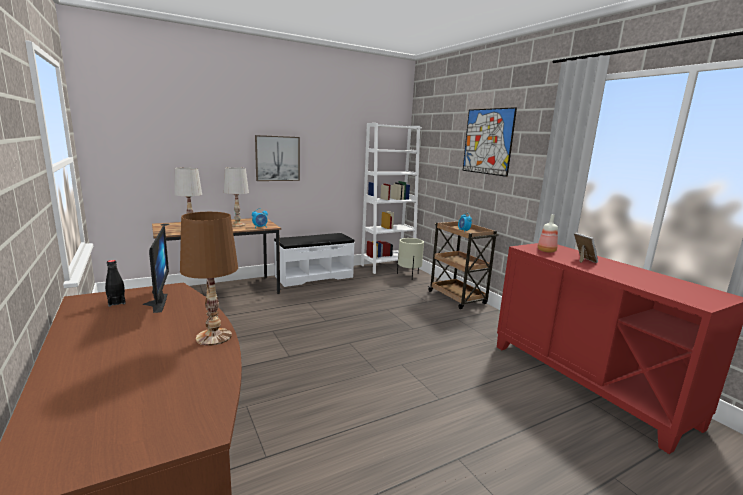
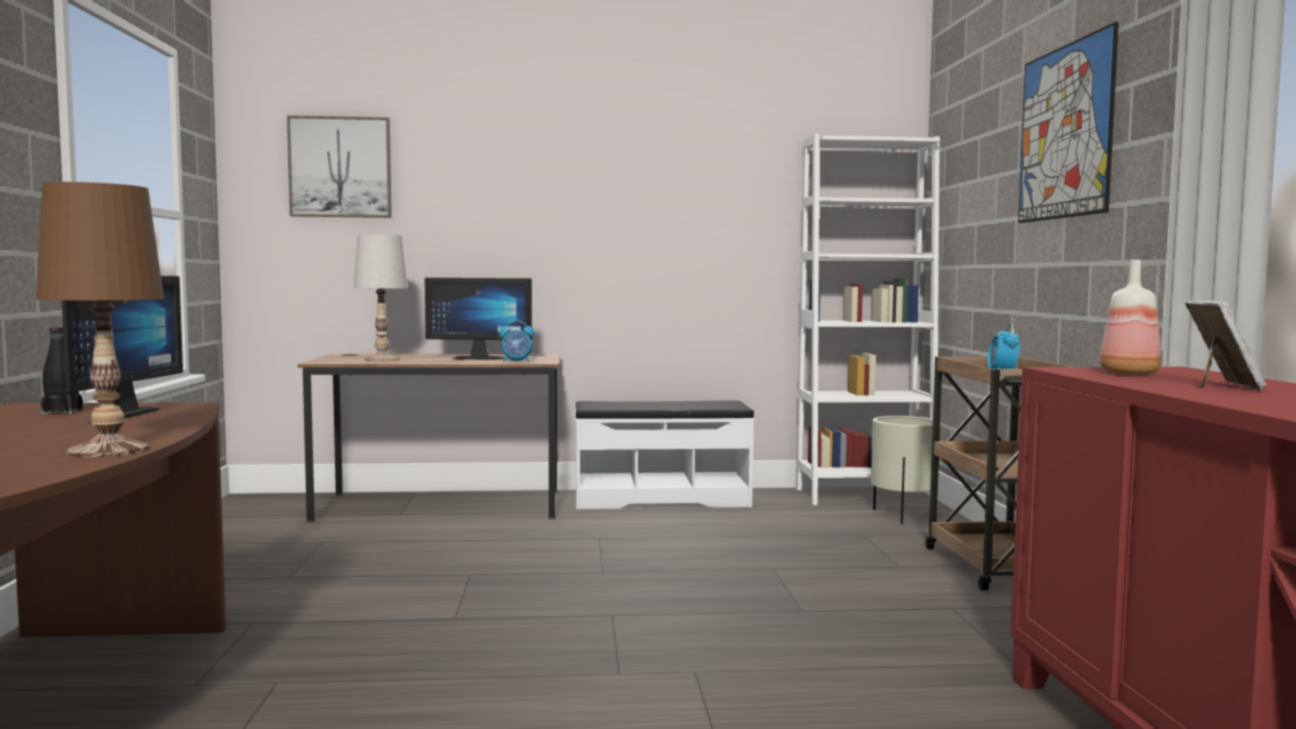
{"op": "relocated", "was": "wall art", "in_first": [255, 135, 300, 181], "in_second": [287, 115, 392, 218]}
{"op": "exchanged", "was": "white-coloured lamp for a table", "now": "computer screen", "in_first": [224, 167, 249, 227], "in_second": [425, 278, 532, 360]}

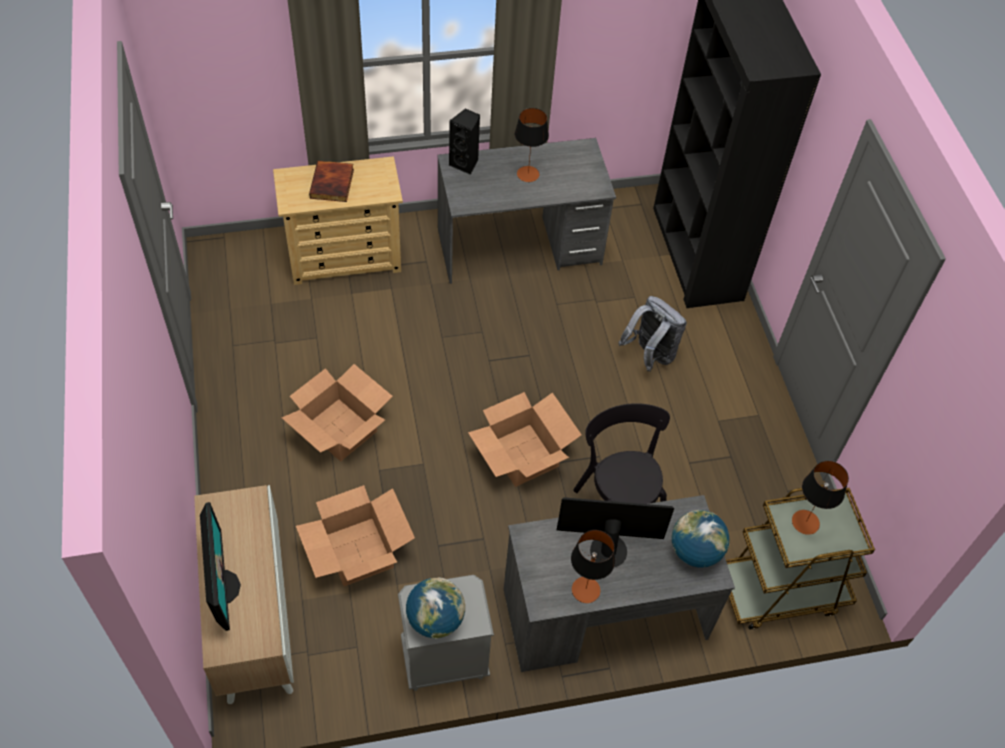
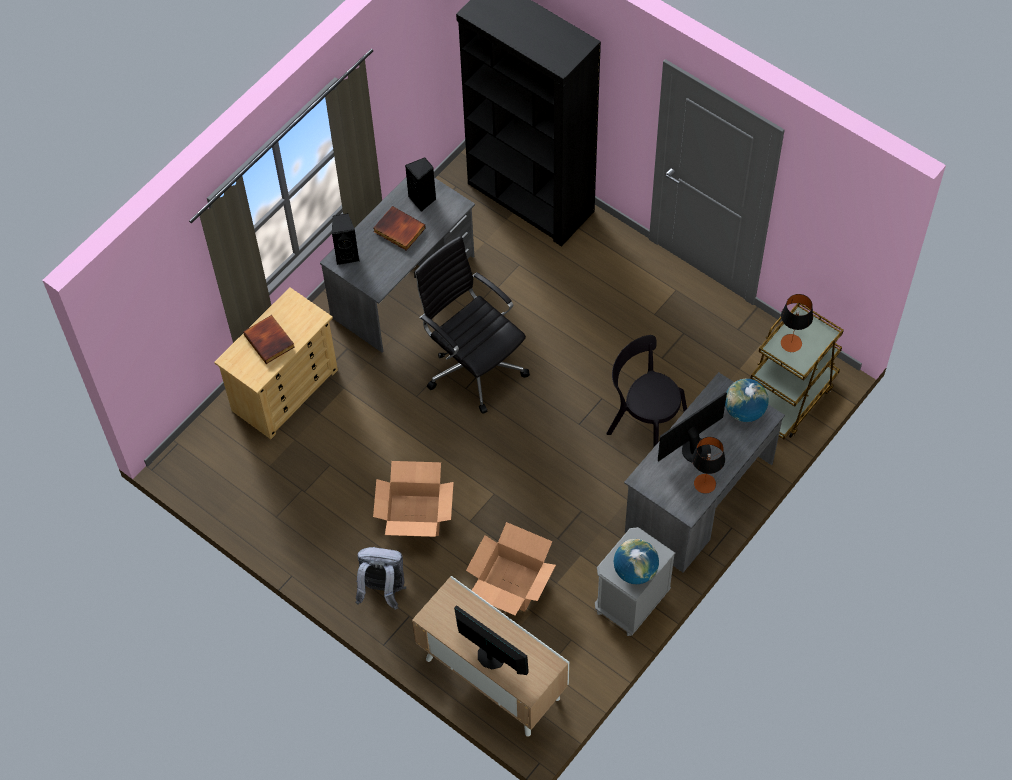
{"op": "exchanged", "was": "lamp for a table", "now": "volume", "in_first": [515, 108, 549, 182], "in_second": [374, 206, 426, 251]}
{"op": "relocated", "was": "greyish rucksack", "in_first": [618, 296, 687, 372], "in_second": [355, 547, 406, 610]}
{"op": "missing", "was": "cardboard box", "in_first": [468, 392, 582, 487]}
{"op": "appeared", "now": "black-coloured audio speaker", "in_second": [405, 158, 436, 212]}
{"op": "appeared", "now": "black-coloured computer chair", "in_second": [414, 236, 530, 414]}

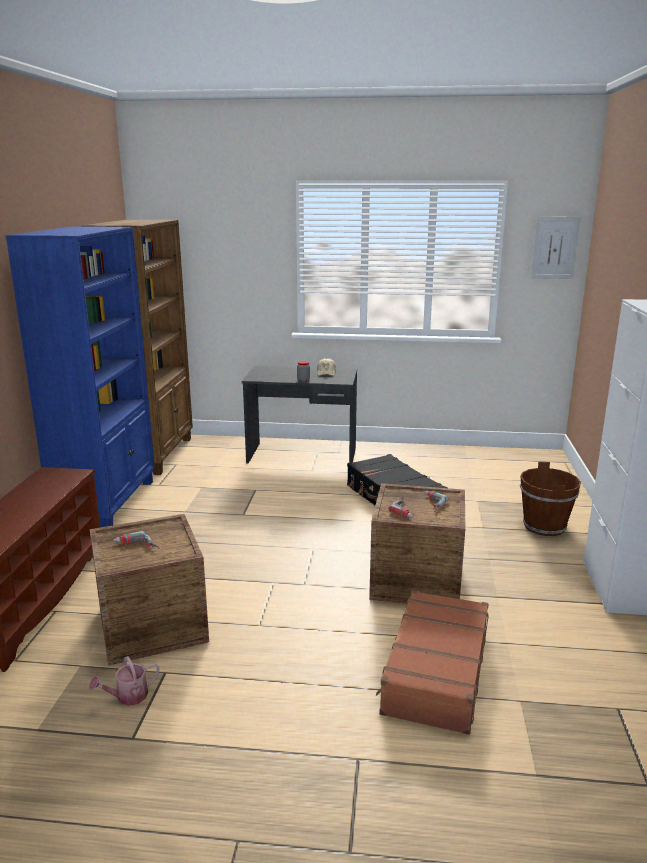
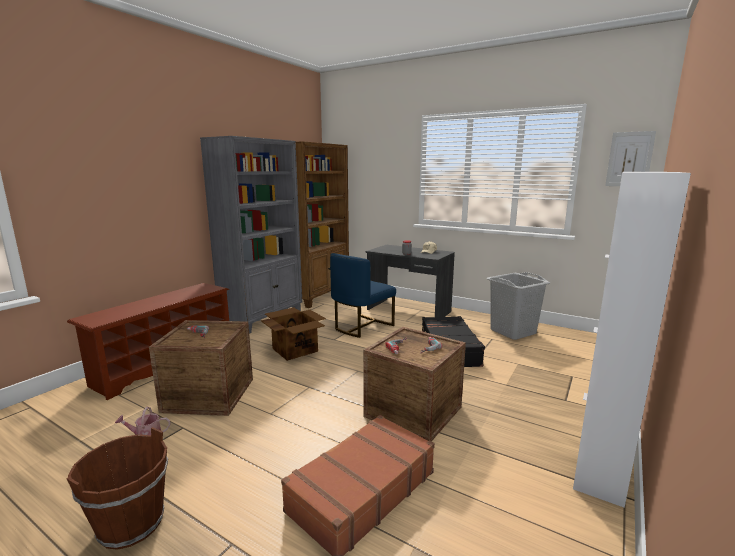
{"op": "colour", "was": "bluish shelving unit", "now": "greyish shelving unit", "in_first": [5, 226, 155, 527], "in_second": [200, 136, 302, 334]}
{"op": "relocated", "was": "brown-coloured pail", "in_first": [520, 462, 581, 536], "in_second": [67, 427, 168, 550]}
{"op": "appeared", "now": "bluish upright chair", "in_second": [330, 253, 396, 338]}
{"op": "appeared", "now": "greyish washing basket", "in_second": [487, 272, 550, 340]}
{"op": "appeared", "now": "cardboard box", "in_second": [261, 308, 326, 361]}

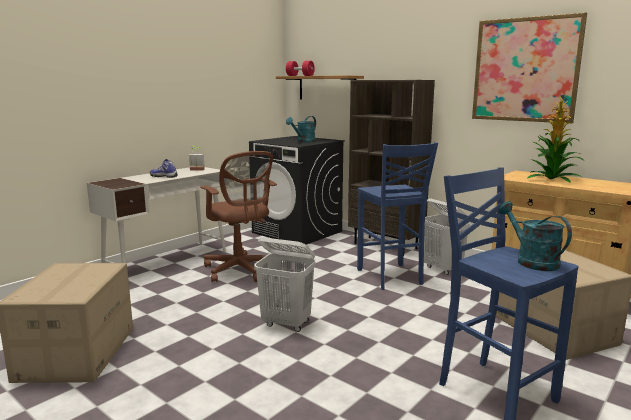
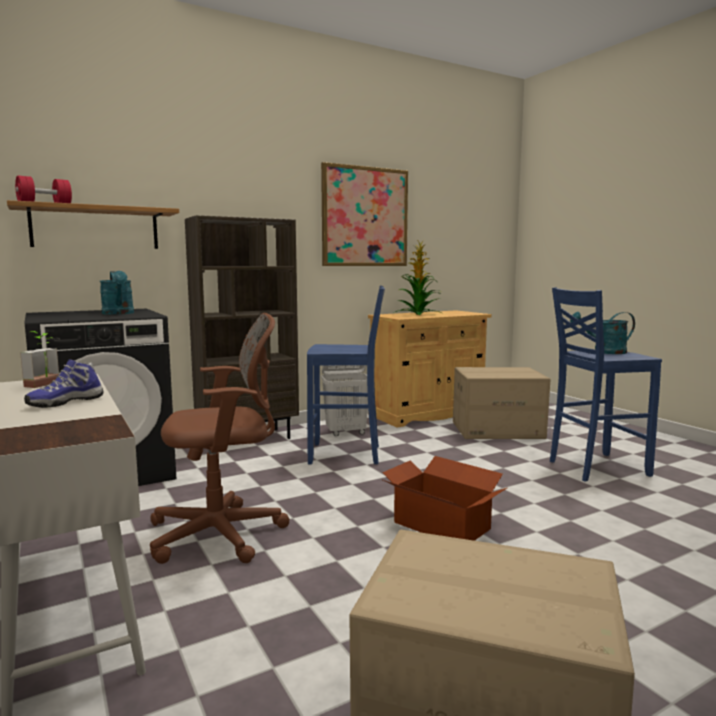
{"op": "exchanged", "was": "white-coloured washing basket", "now": "cardboard box", "in_first": [254, 237, 316, 332], "in_second": [382, 456, 507, 541]}

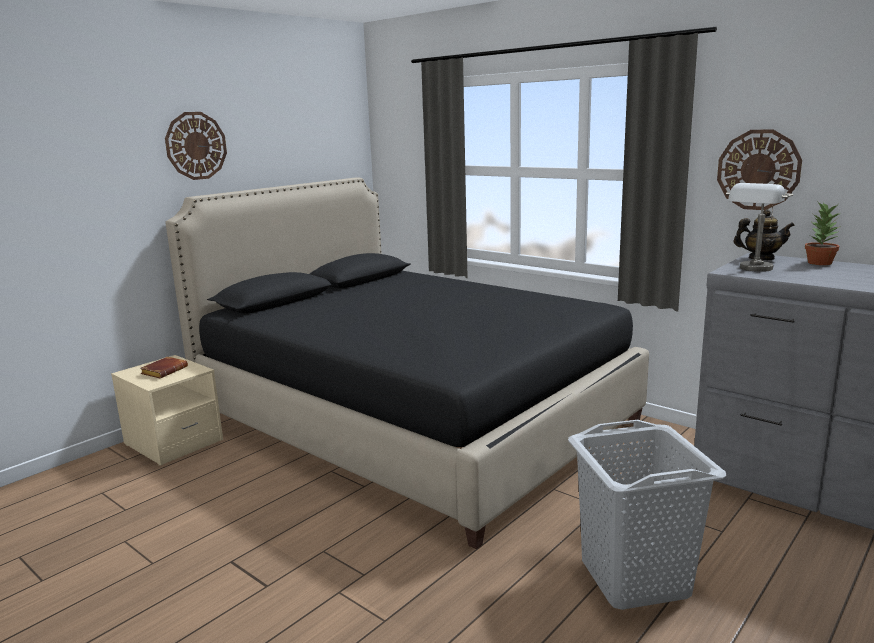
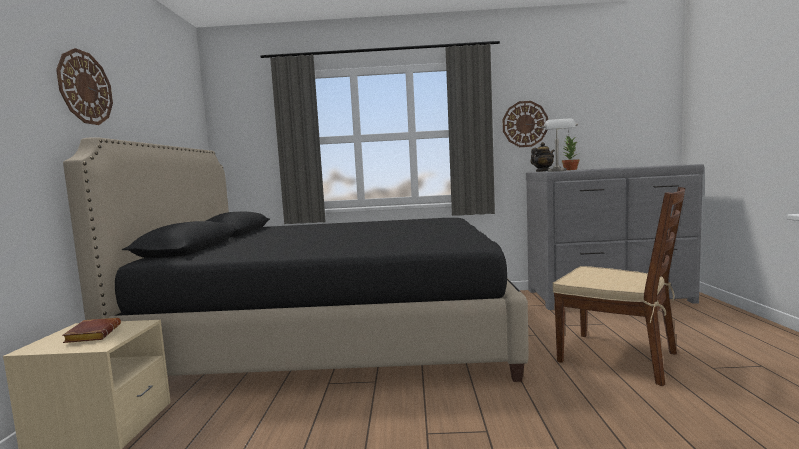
{"op": "exchanged", "was": "greyish washing basket", "now": "brown-coloured upright chair", "in_first": [568, 420, 727, 610], "in_second": [553, 187, 685, 386]}

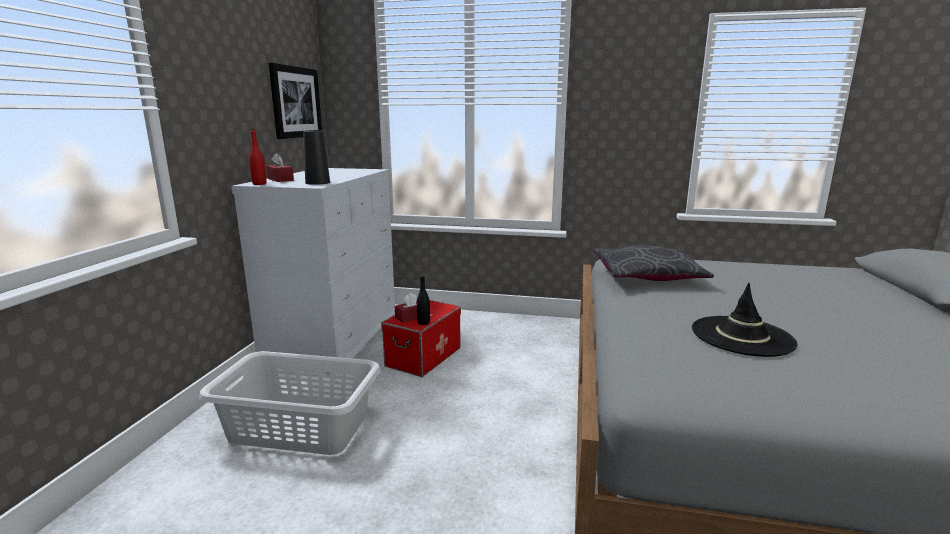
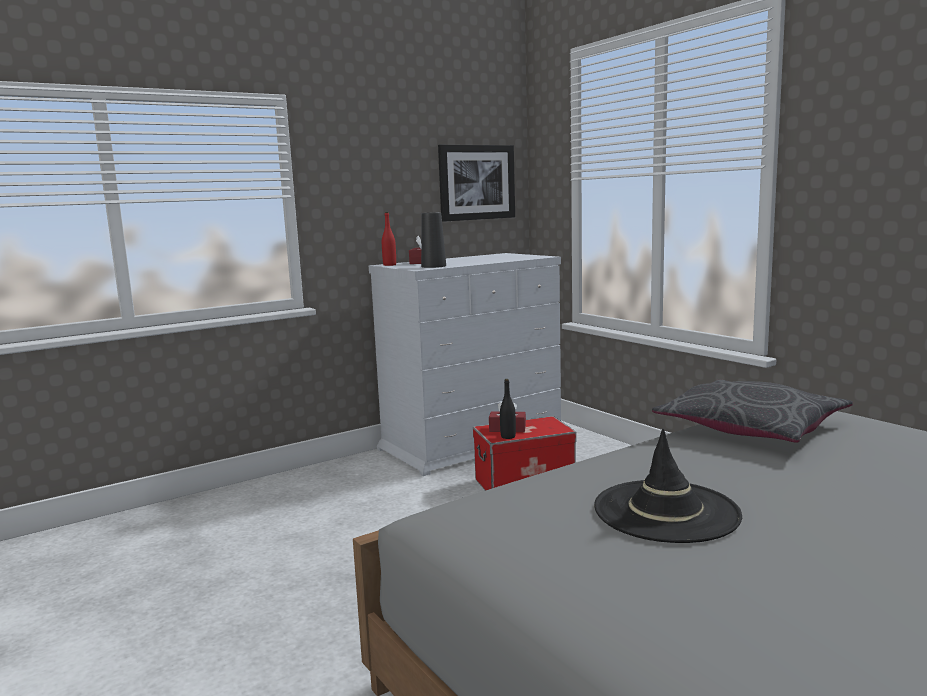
{"op": "missing", "was": "greyish washing basket", "in_first": [199, 351, 381, 455]}

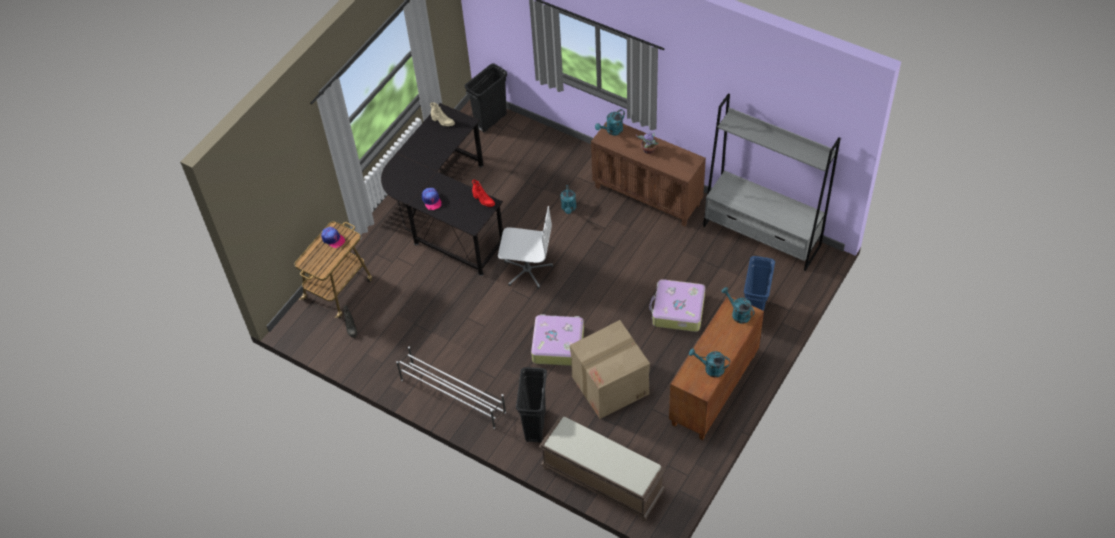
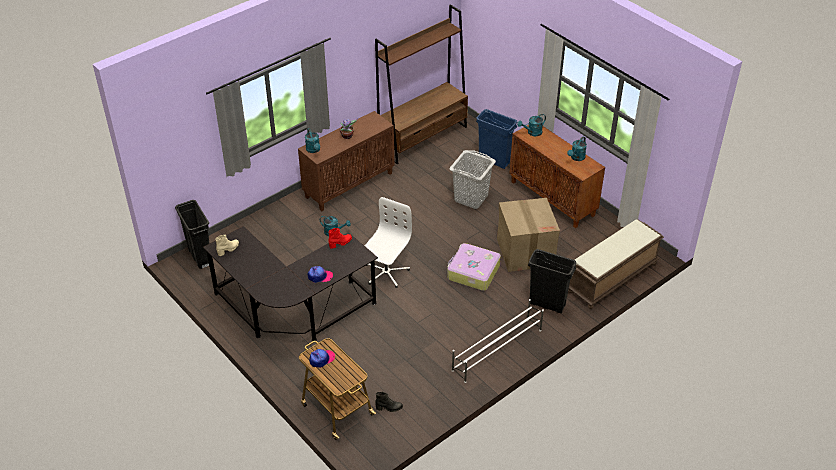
{"op": "colour", "was": "greyish shelving unit", "now": "brown-coloured shelving unit", "in_first": [703, 93, 841, 271], "in_second": [375, 4, 468, 164]}
{"op": "exchanged", "was": "suitcase", "now": "greyish washing basket", "in_first": [649, 279, 705, 332], "in_second": [450, 150, 496, 209]}

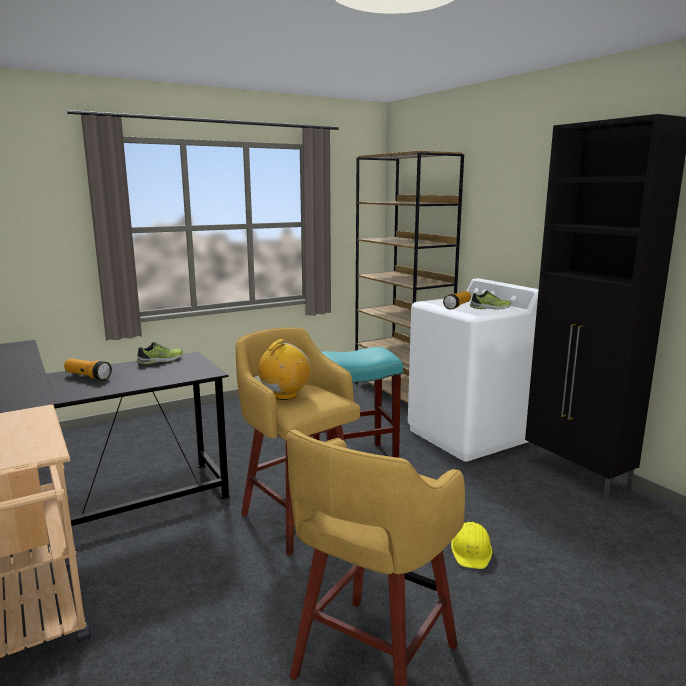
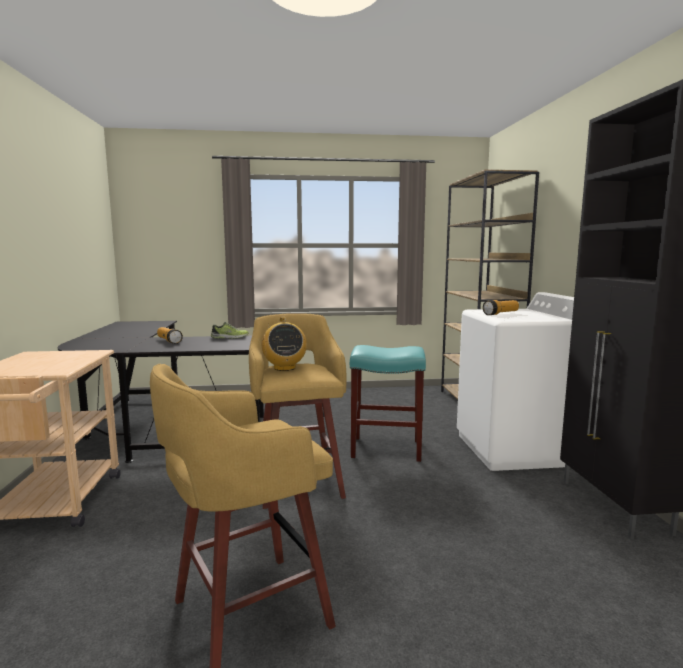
{"op": "missing", "was": "shoe", "in_first": [470, 290, 511, 309]}
{"op": "spun", "was": "radio set", "in_first": [258, 339, 310, 400], "in_second": [262, 317, 307, 371], "clockwise": 105}
{"op": "missing", "was": "yellow work helmet", "in_first": [451, 522, 492, 569]}

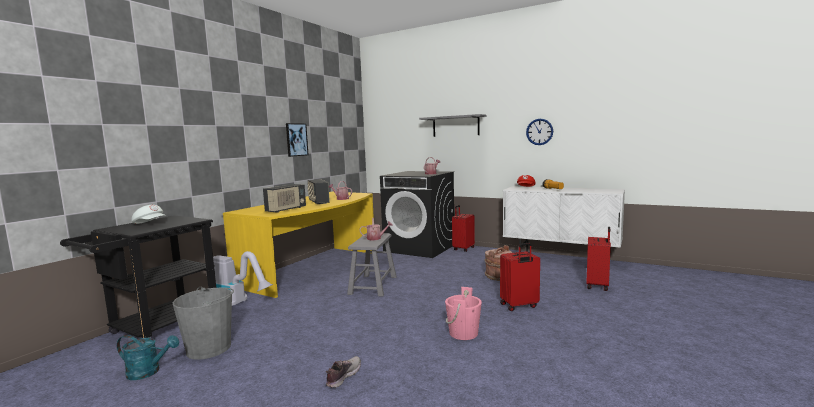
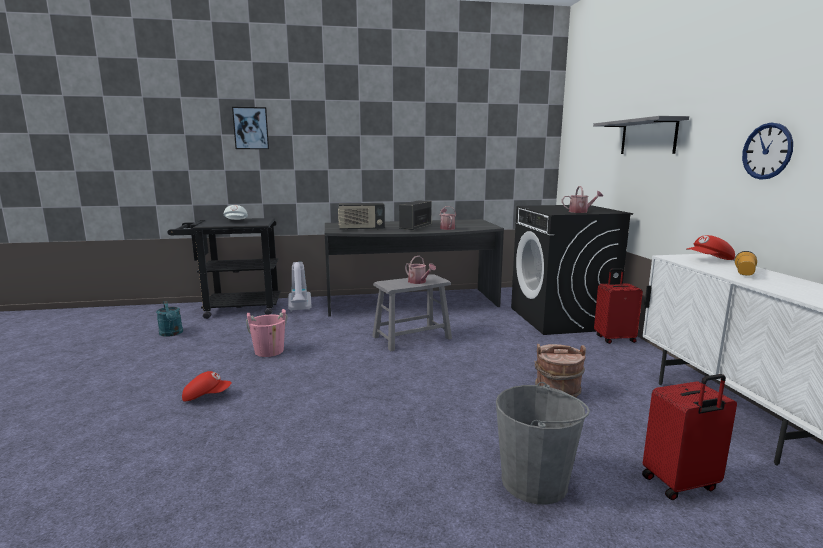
{"op": "relocated", "was": "wall art", "in_first": [286, 123, 309, 157], "in_second": [232, 107, 269, 149]}
{"op": "colour", "was": "yellow desk unit", "now": "greyish desk unit", "in_first": [223, 192, 374, 298], "in_second": [325, 219, 504, 317]}
{"op": "missing", "was": "reddish suitcase", "in_first": [500, 243, 540, 311]}
{"op": "relocated", "was": "greyish pail", "in_first": [172, 287, 234, 360], "in_second": [496, 382, 590, 504]}
{"op": "relocated", "was": "pinkish pail", "in_first": [445, 287, 482, 340], "in_second": [246, 309, 287, 357]}
{"op": "exchanged", "was": "shoe", "now": "reddish baseball cap", "in_first": [326, 356, 361, 388], "in_second": [182, 371, 231, 401]}

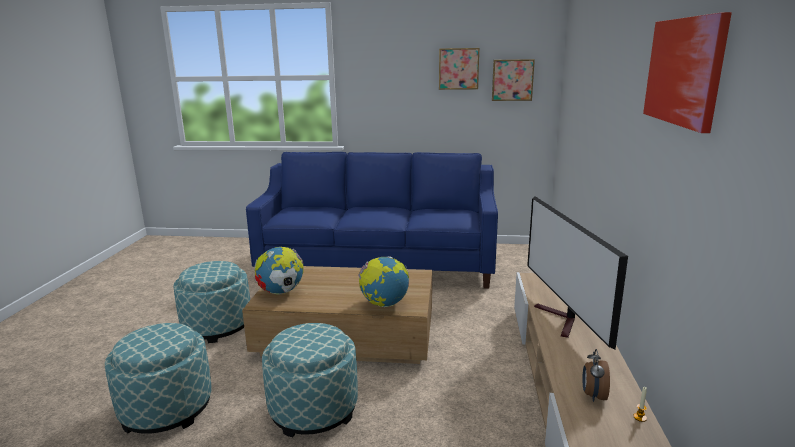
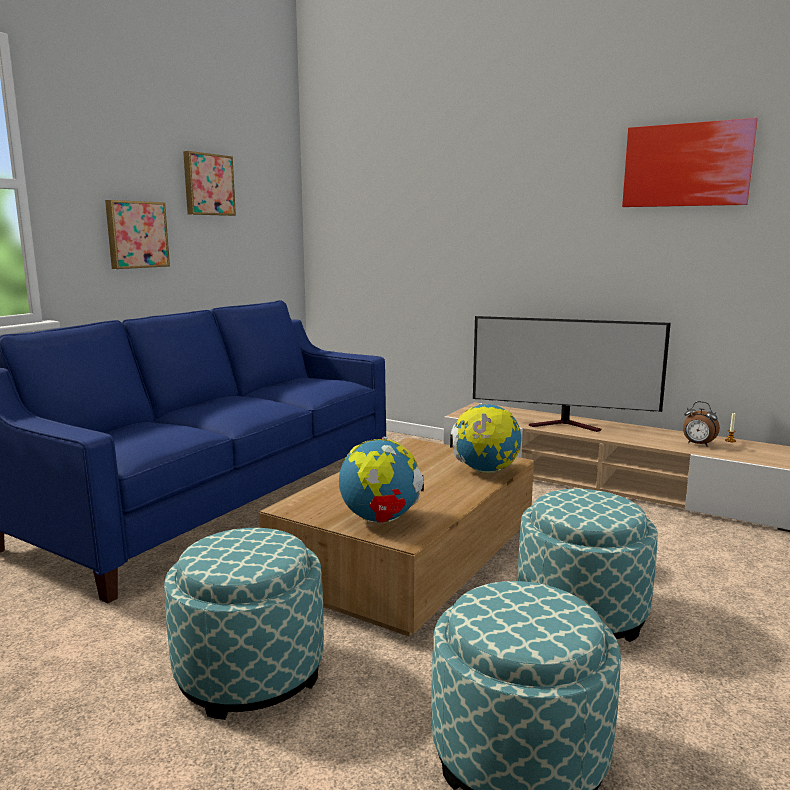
{"op": "relocated", "was": "wall art", "in_first": [492, 59, 535, 101], "in_second": [105, 200, 170, 269]}

